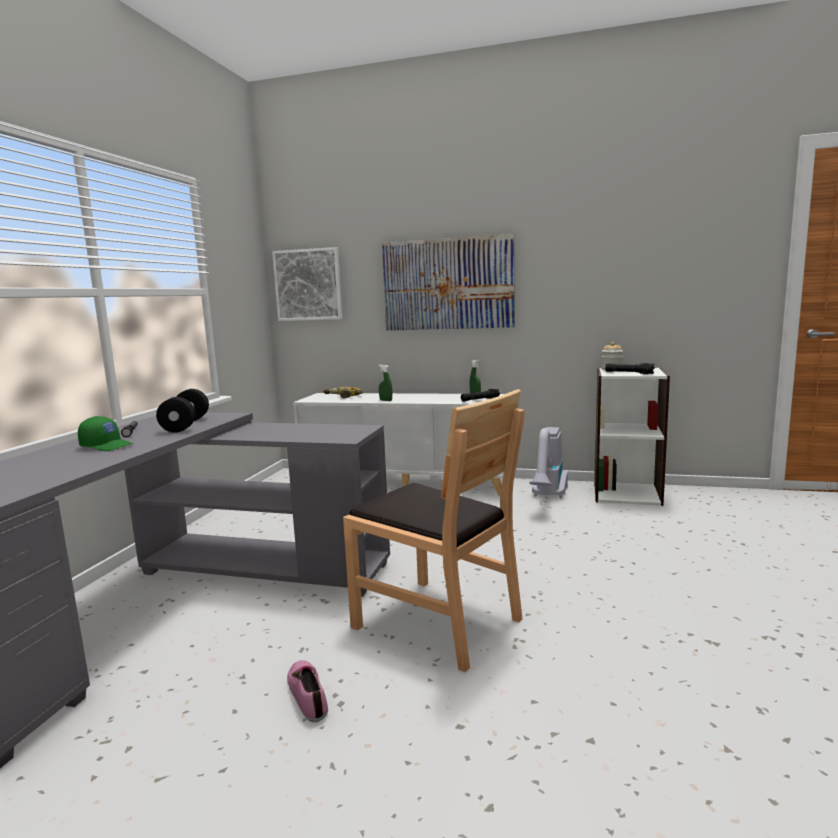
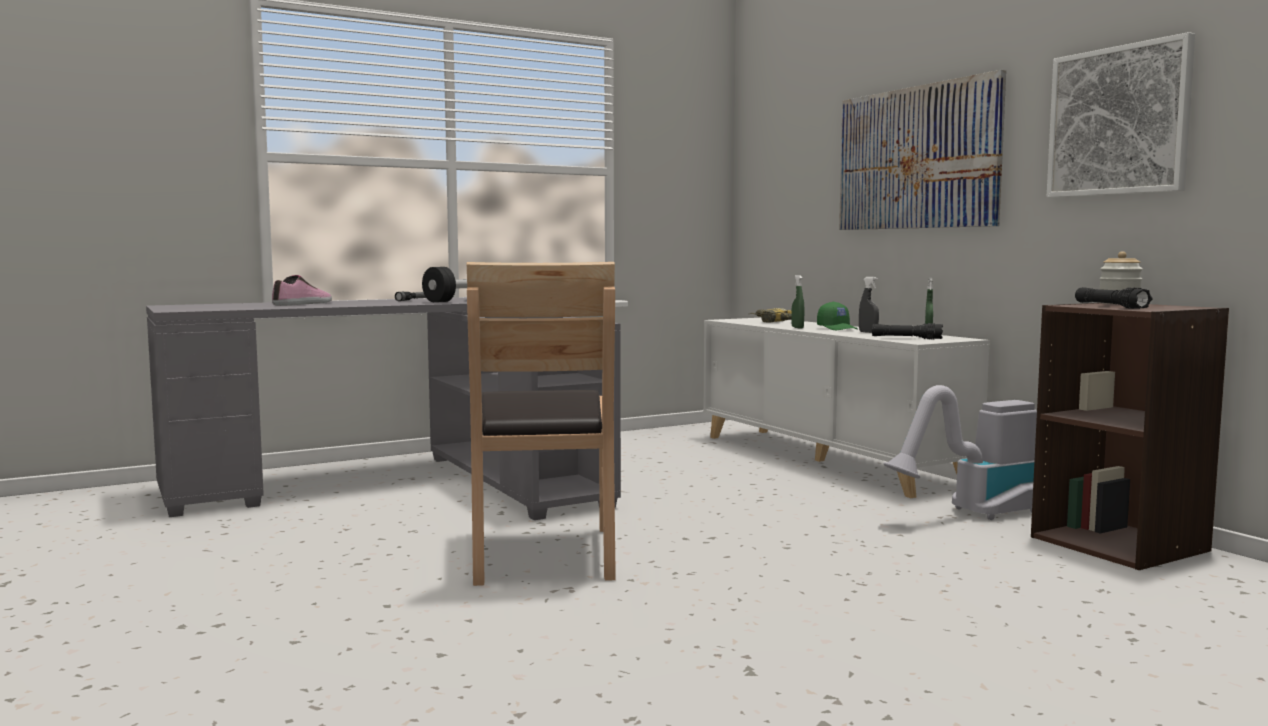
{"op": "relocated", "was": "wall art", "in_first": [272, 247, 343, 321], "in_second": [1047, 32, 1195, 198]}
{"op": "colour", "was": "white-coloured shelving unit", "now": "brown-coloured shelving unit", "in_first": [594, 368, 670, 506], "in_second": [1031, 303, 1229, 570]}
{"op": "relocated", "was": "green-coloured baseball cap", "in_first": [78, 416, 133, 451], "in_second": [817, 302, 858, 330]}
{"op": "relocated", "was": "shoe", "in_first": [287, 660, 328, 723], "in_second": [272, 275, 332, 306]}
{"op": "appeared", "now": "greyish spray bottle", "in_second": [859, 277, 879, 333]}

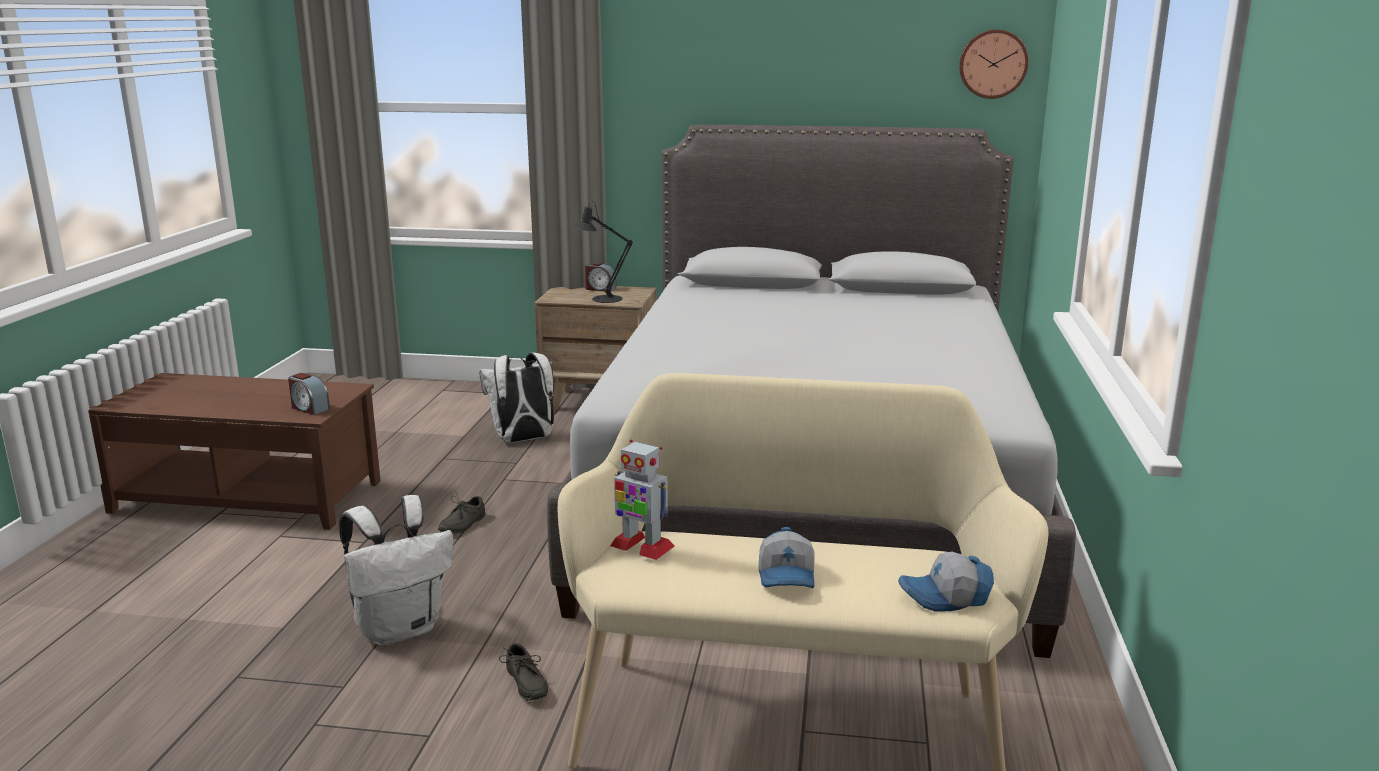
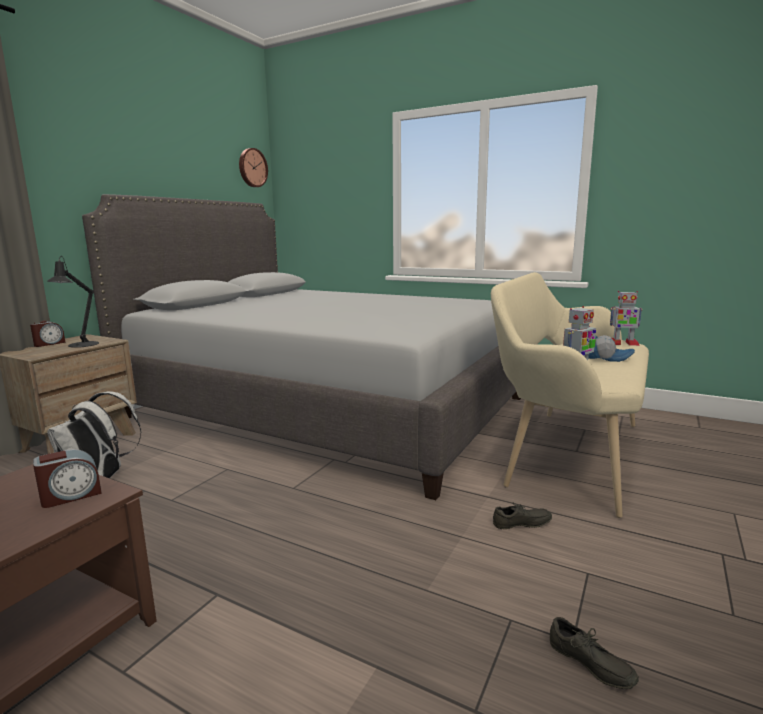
{"op": "relocated", "was": "greyish shoe", "in_first": [438, 492, 485, 533], "in_second": [550, 617, 639, 689]}
{"op": "missing", "was": "white-coloured rucksack", "in_first": [339, 495, 453, 646]}
{"op": "exchanged", "was": "baseball cap", "now": "model robot", "in_first": [898, 551, 994, 612], "in_second": [610, 291, 642, 346]}

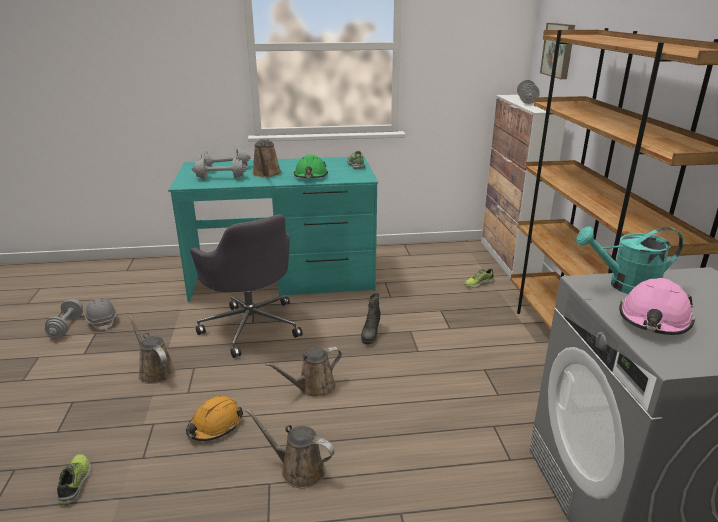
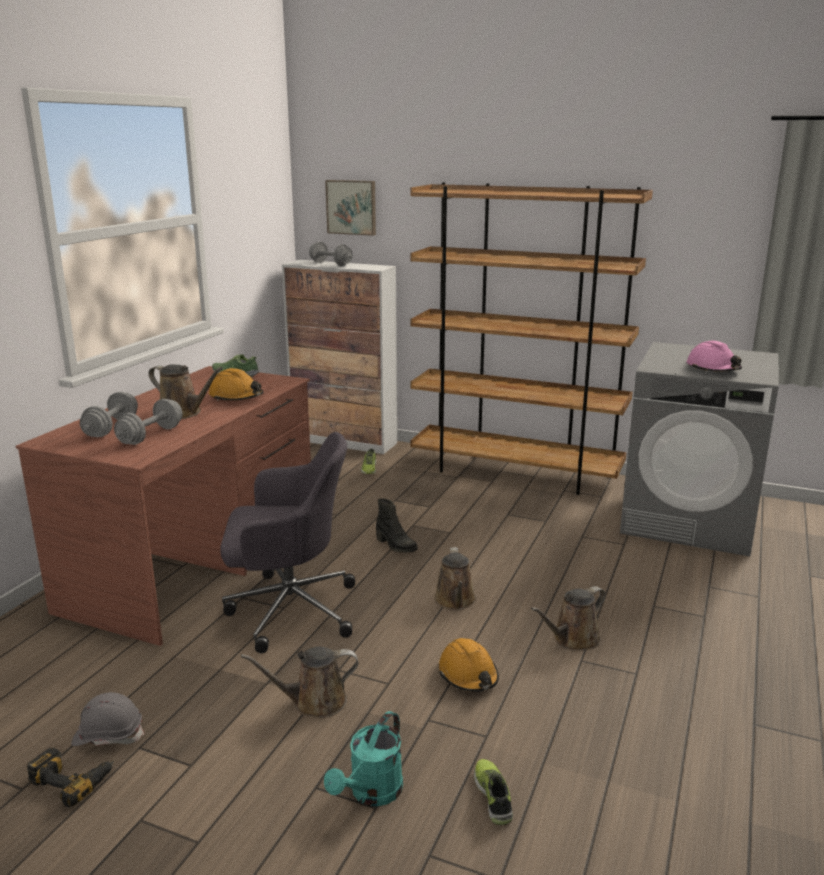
{"op": "colour", "was": "green-coloured work helmet", "now": "orange-coloured work helmet", "in_first": [294, 154, 328, 178], "in_second": [209, 368, 264, 401]}
{"op": "colour", "was": "blue-green desk unit", "now": "brown-coloured desk unit", "in_first": [168, 156, 378, 302], "in_second": [16, 366, 311, 646]}
{"op": "relocated", "was": "blue-green watering pot", "in_first": [576, 226, 683, 294], "in_second": [324, 711, 403, 806]}
{"op": "exchanged", "was": "greyish free weight", "now": "drill", "in_first": [45, 299, 83, 338], "in_second": [27, 747, 114, 807]}
{"op": "spun", "was": "shoe", "in_first": [57, 454, 91, 505], "in_second": [474, 759, 513, 825], "clockwise": 60}

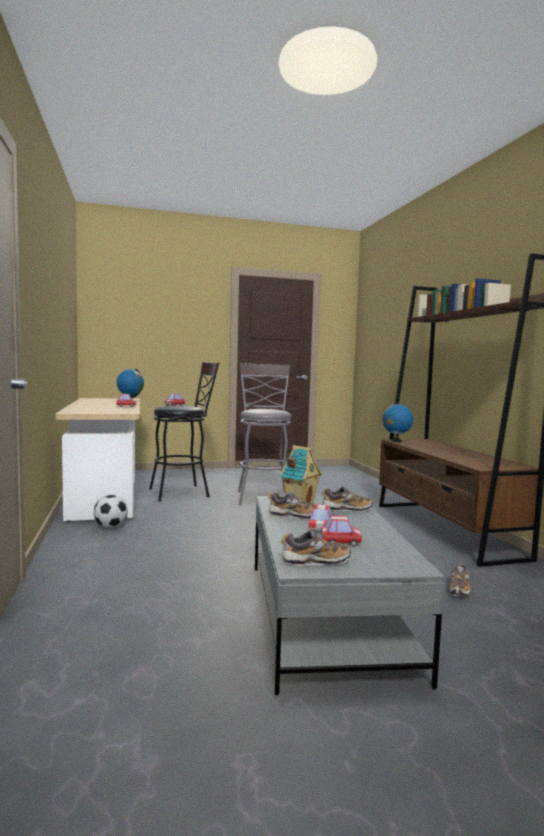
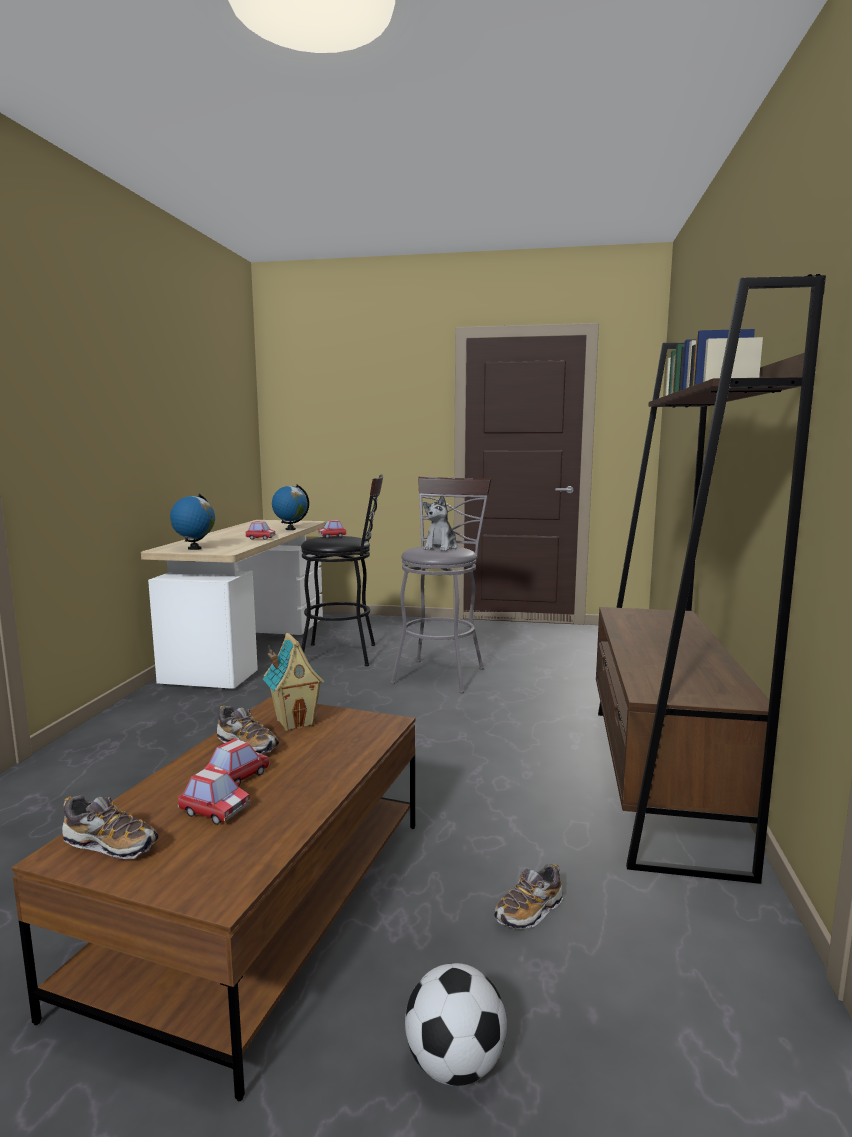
{"op": "relocated", "was": "globe", "in_first": [382, 402, 413, 442], "in_second": [170, 494, 215, 550]}
{"op": "missing", "was": "shoe", "in_first": [322, 486, 373, 511]}
{"op": "relocated", "was": "ball for football", "in_first": [94, 495, 128, 528], "in_second": [405, 963, 507, 1086]}
{"op": "colour", "was": "greyish coffee table", "now": "brown-coloured coffee table", "in_first": [255, 496, 445, 695], "in_second": [12, 697, 415, 1101]}
{"op": "appeared", "now": "soft toy", "in_second": [423, 495, 458, 551]}

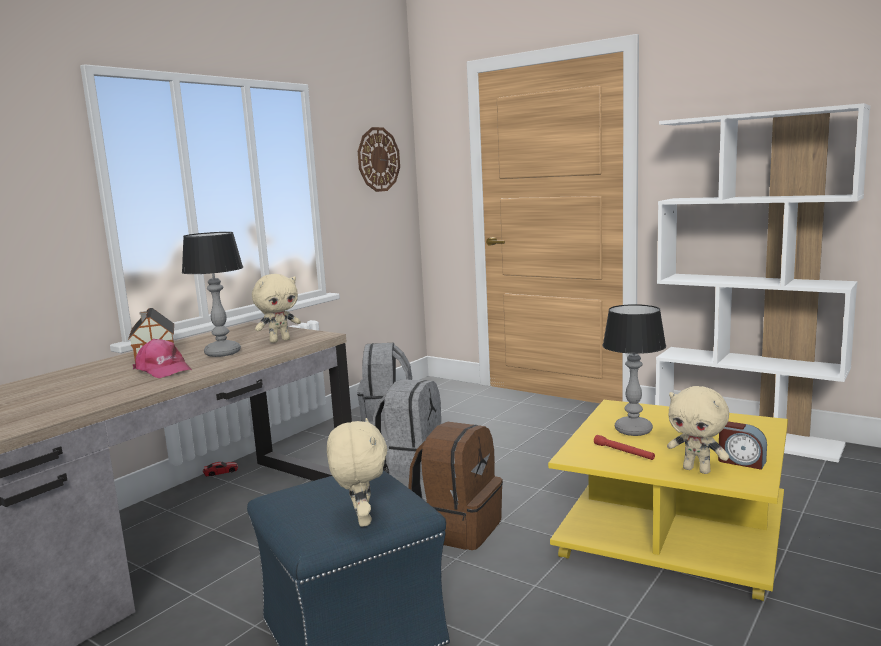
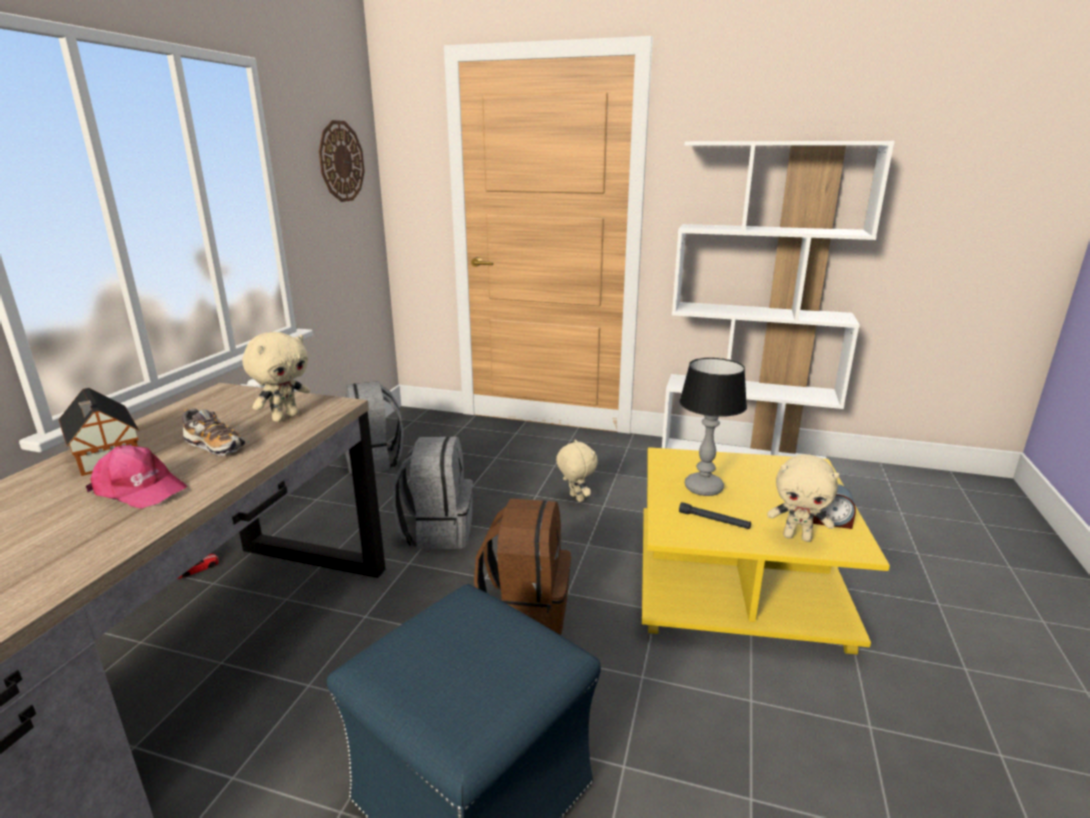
{"op": "exchanged", "was": "lamp for a table", "now": "shoe", "in_first": [182, 232, 243, 357], "in_second": [182, 409, 245, 456]}
{"op": "relocated", "was": "sand-coloured soft toy", "in_first": [327, 418, 388, 527], "in_second": [556, 439, 598, 502]}
{"op": "colour", "was": "reddish hand torch", "now": "black-coloured hand torch", "in_first": [594, 435, 655, 460], "in_second": [679, 502, 751, 529]}

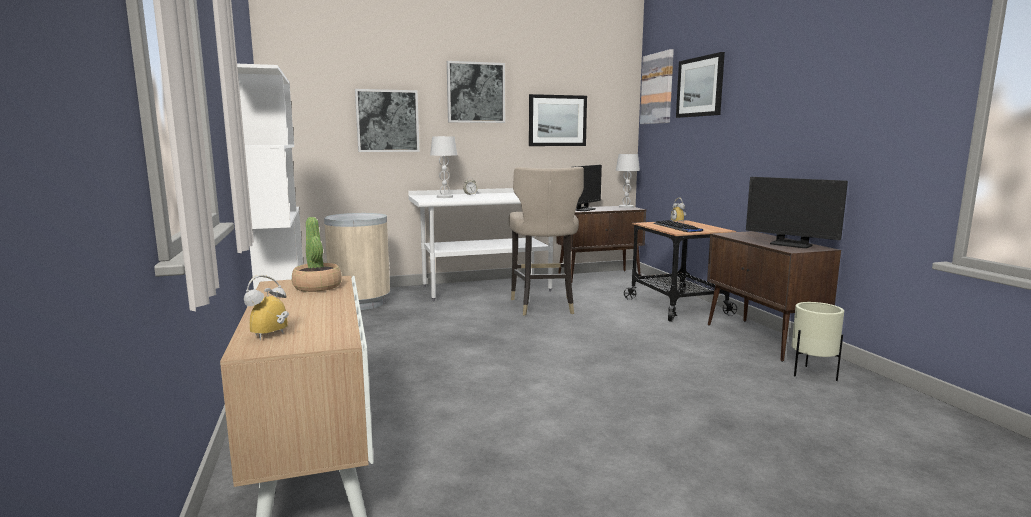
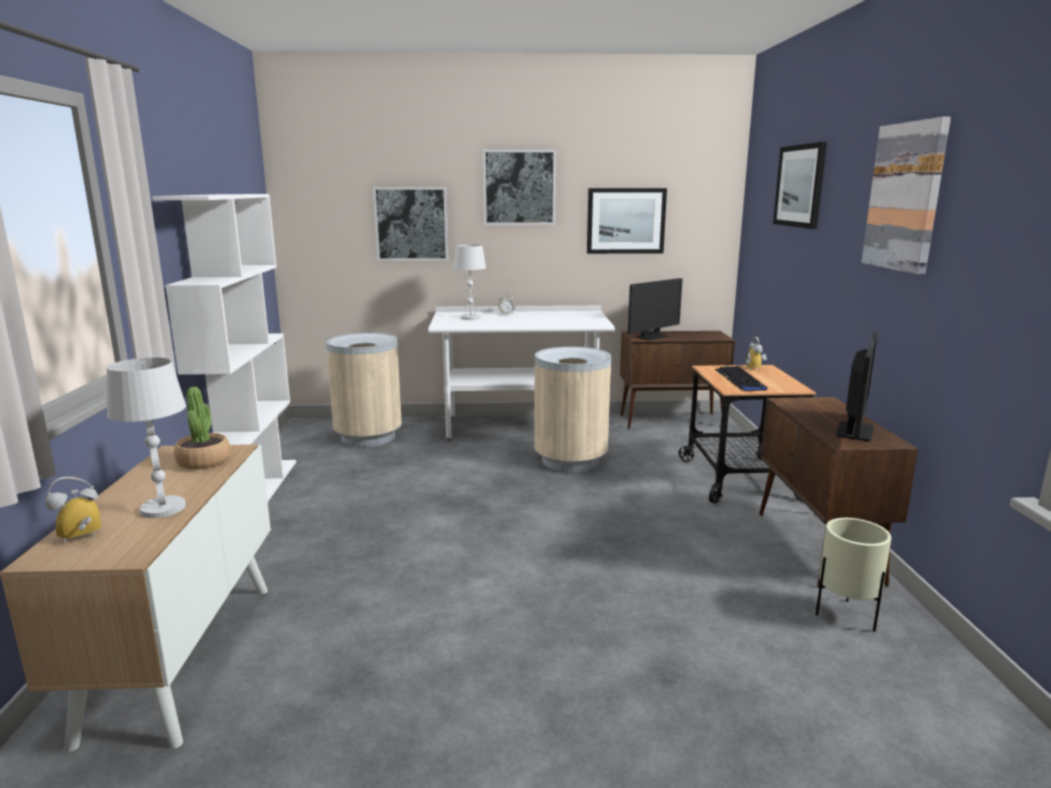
{"op": "relocated", "was": "wall art", "in_first": [640, 49, 674, 124], "in_second": [861, 117, 951, 275]}
{"op": "relocated", "was": "white-coloured lamp for a table", "in_first": [616, 154, 640, 208], "in_second": [107, 357, 186, 518]}
{"op": "exchanged", "was": "sand-coloured stool", "now": "sand-coloured rubbish bin", "in_first": [509, 167, 584, 316], "in_second": [534, 347, 611, 472]}
{"op": "spun", "was": "computer screen", "in_first": [746, 177, 848, 248], "in_second": [836, 332, 878, 441], "clockwise": -120}

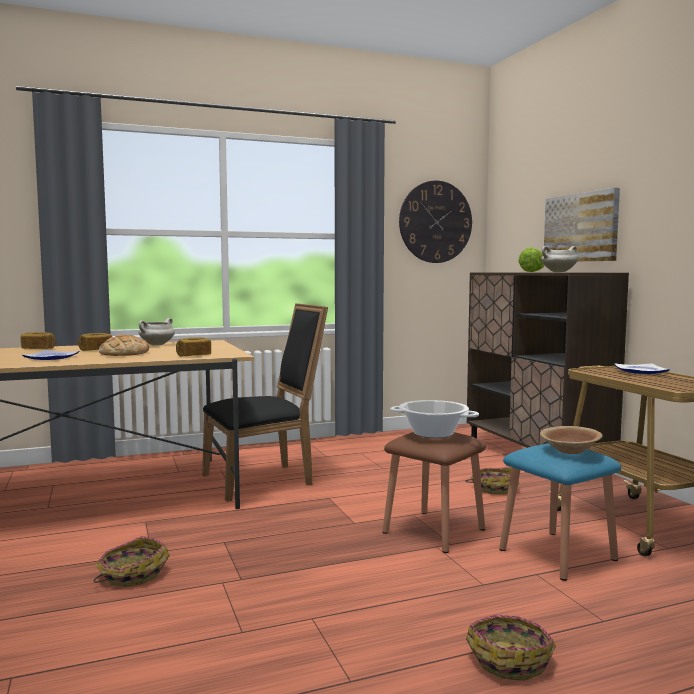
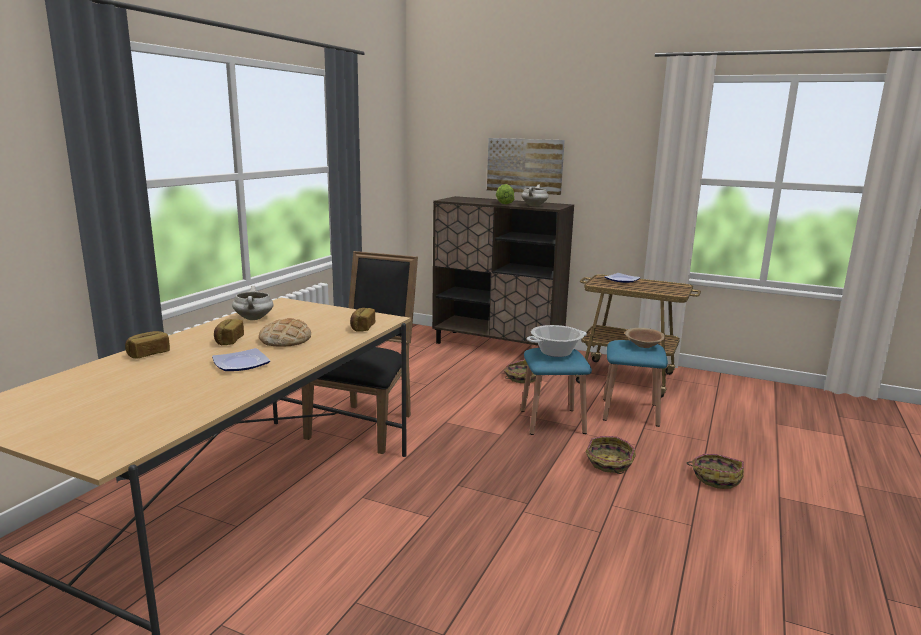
{"op": "missing", "was": "clock on the wall", "in_first": [399, 180, 472, 263]}
{"op": "colour", "was": "brown-coloured stool", "now": "bluish stool", "in_first": [382, 432, 486, 553], "in_second": [521, 348, 592, 435]}
{"op": "relocated", "was": "basket", "in_first": [94, 536, 170, 587], "in_second": [585, 436, 636, 474]}

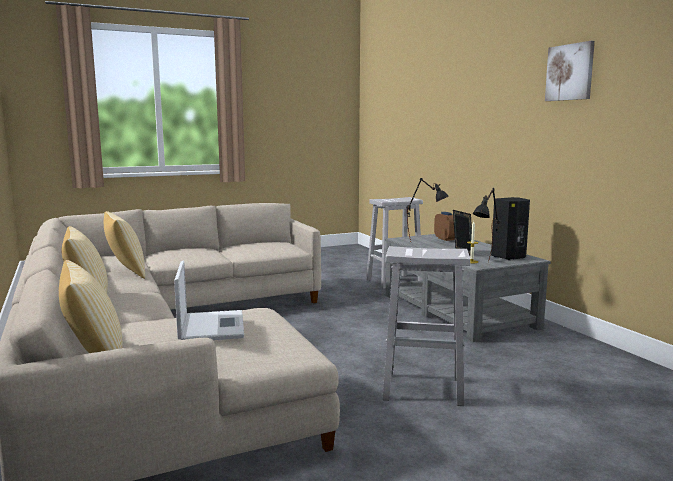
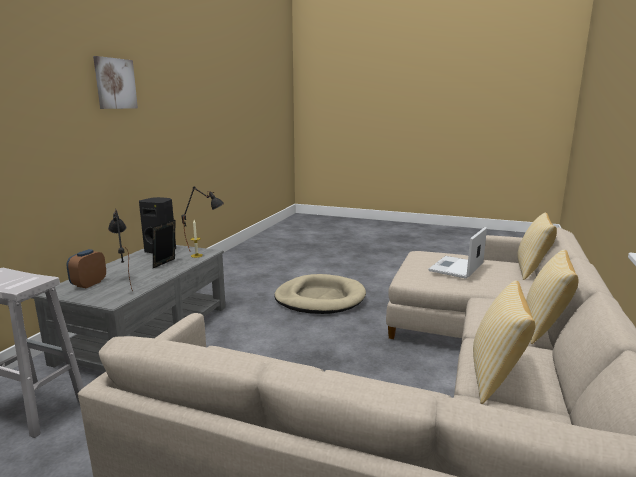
{"op": "exchanged", "was": "white-coloured stool", "now": "sand-coloured dog cushion", "in_first": [382, 246, 470, 406], "in_second": [274, 274, 366, 314]}

